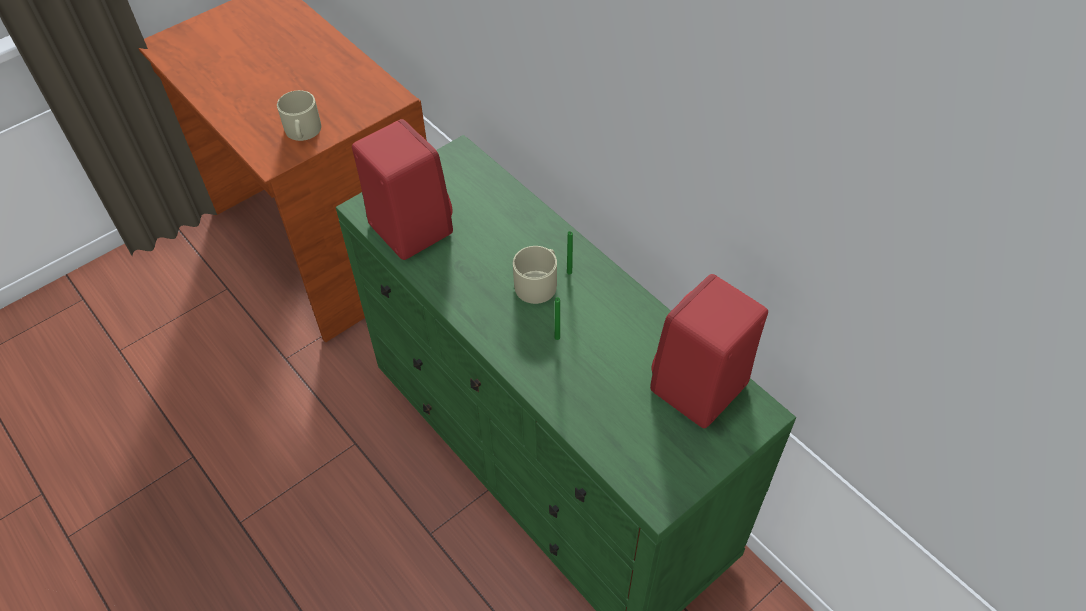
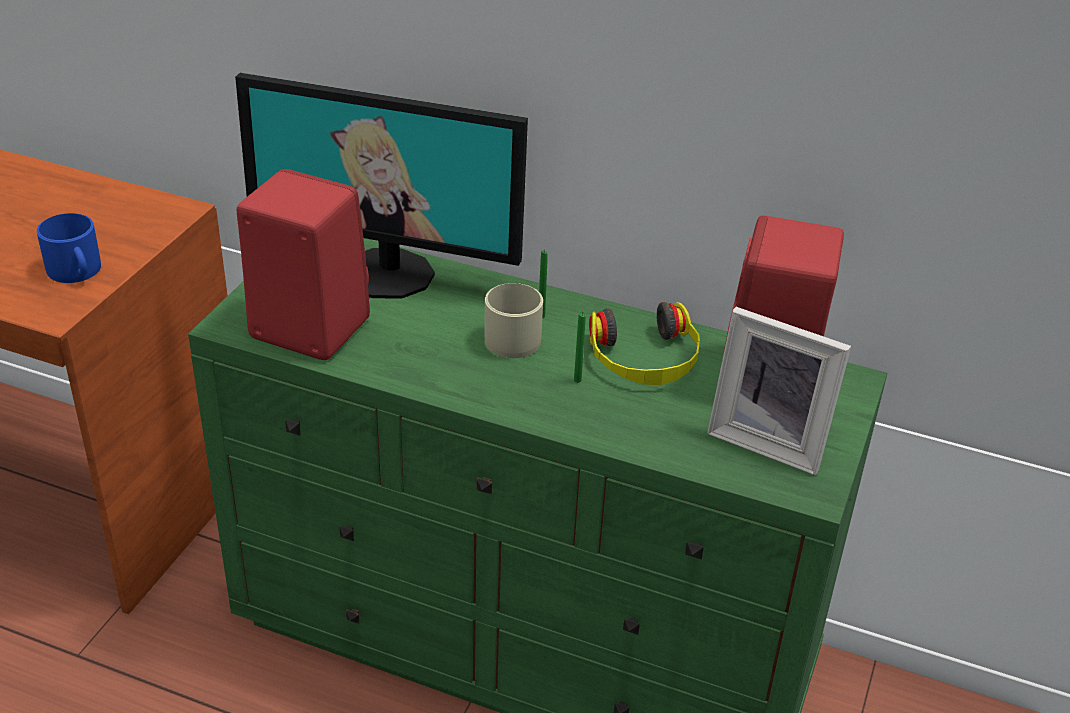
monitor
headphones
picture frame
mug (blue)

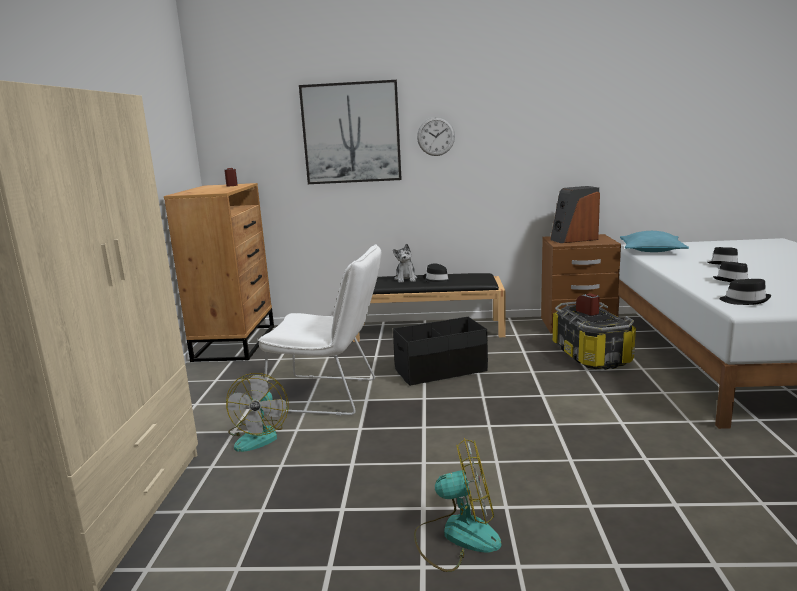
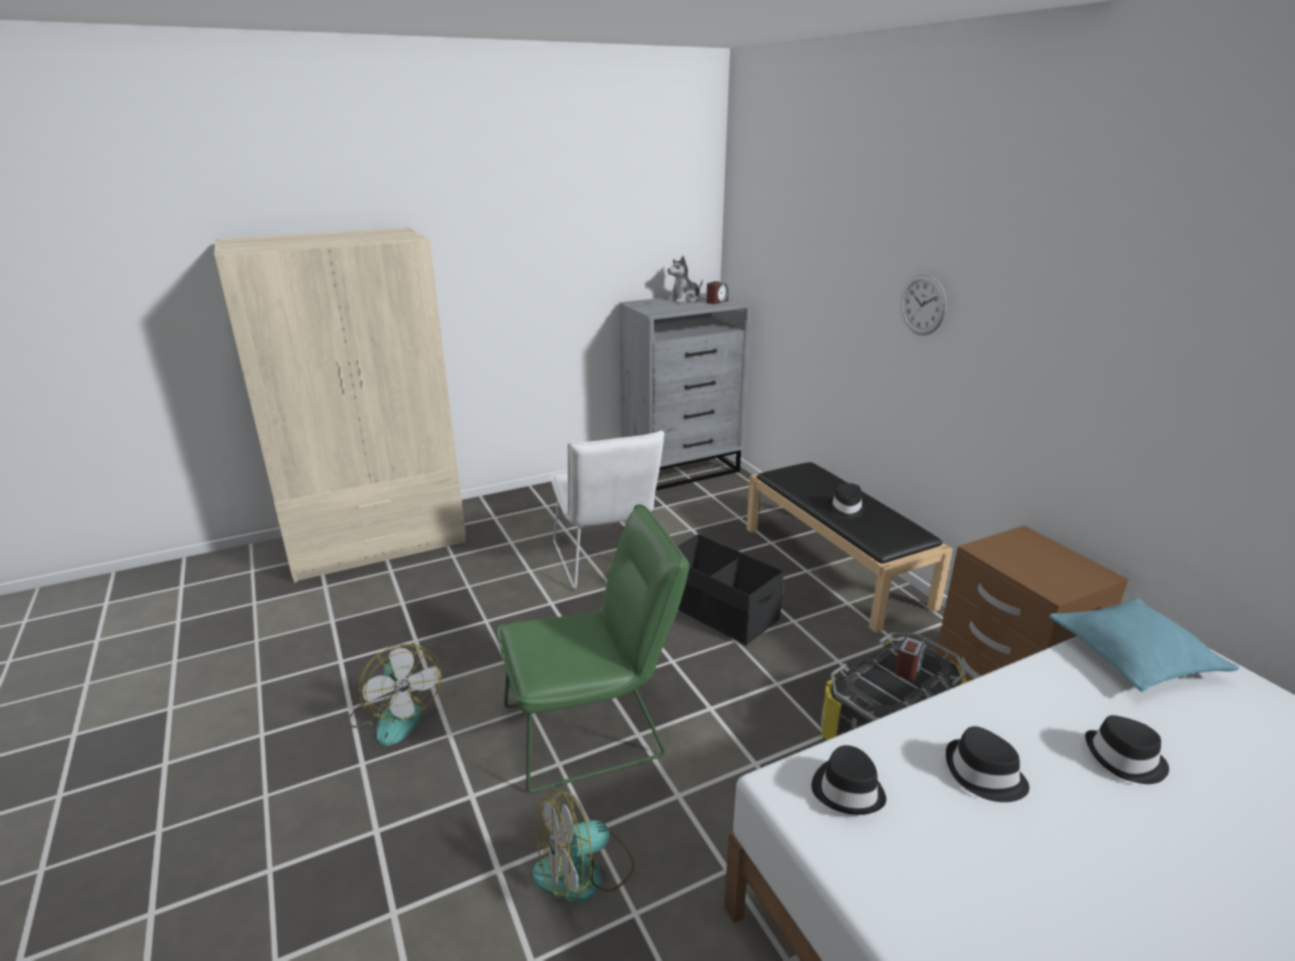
picture
speaker
chair (green)
fan (no. 2 from left)
plush toy
dresser (grey)

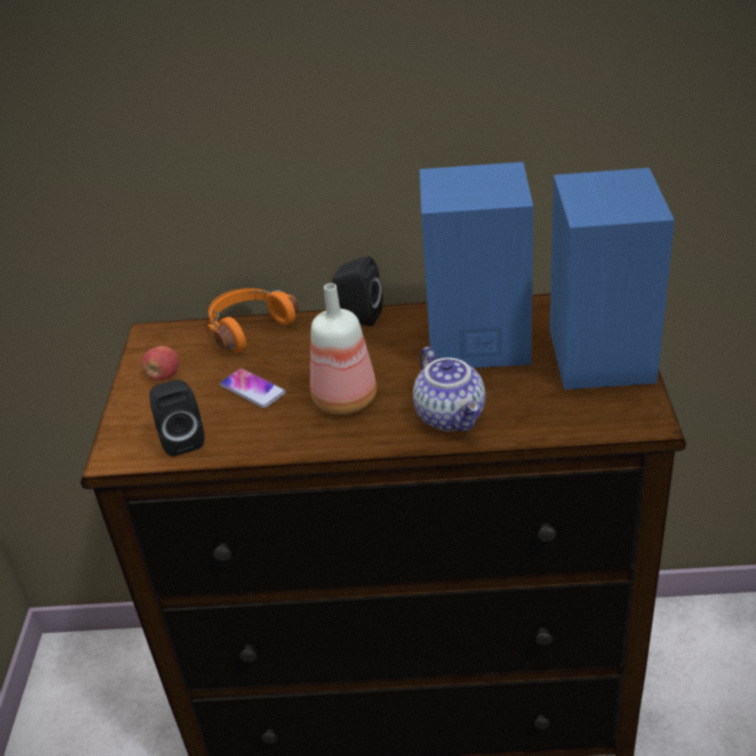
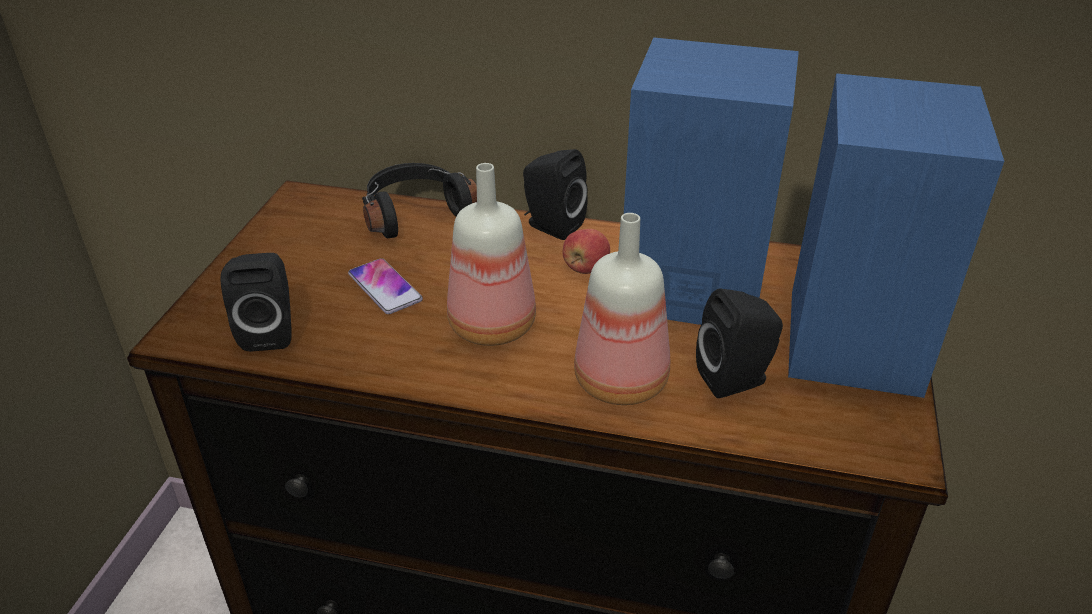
speaker (black) (no. 3 from left)
apple
bottle (no. 2 from left)
headphones (black)

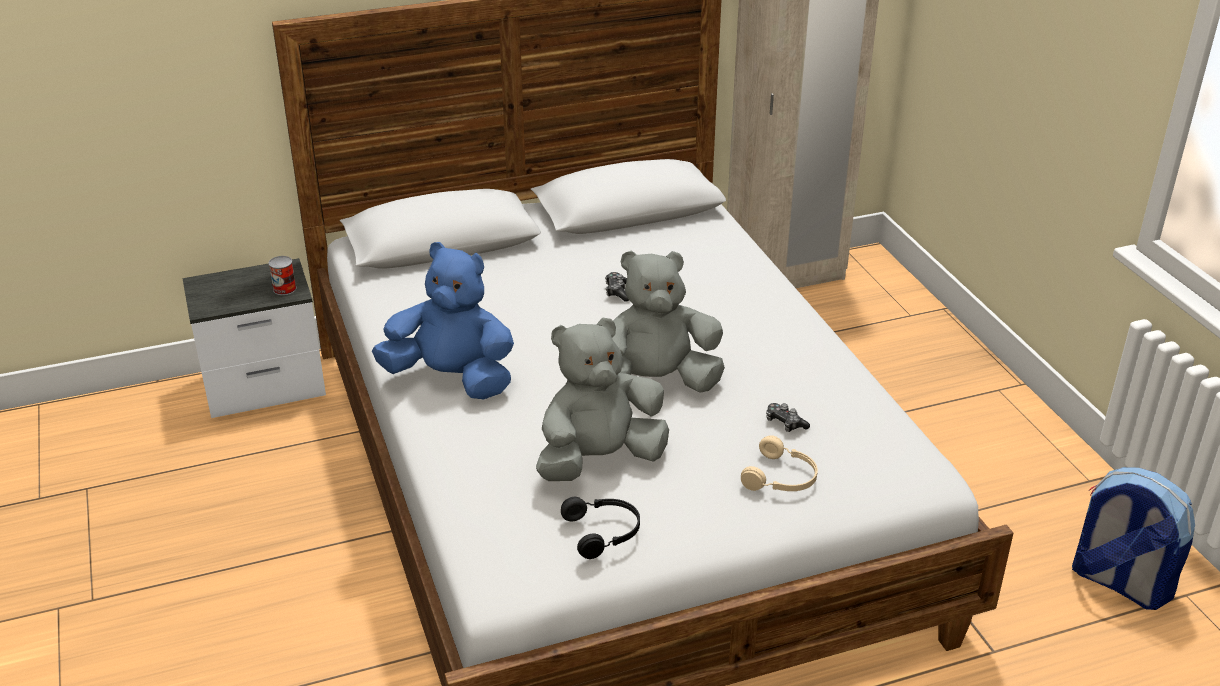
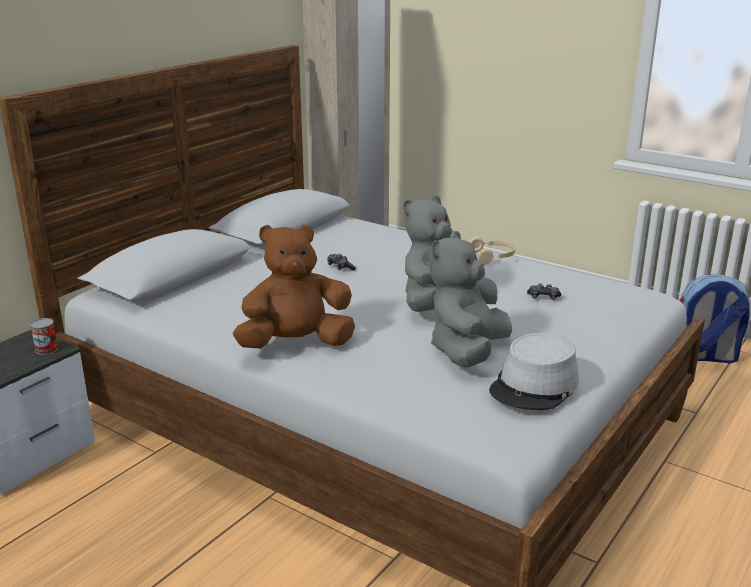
headphones (beige)
hat (grey)
plush toy (brown)

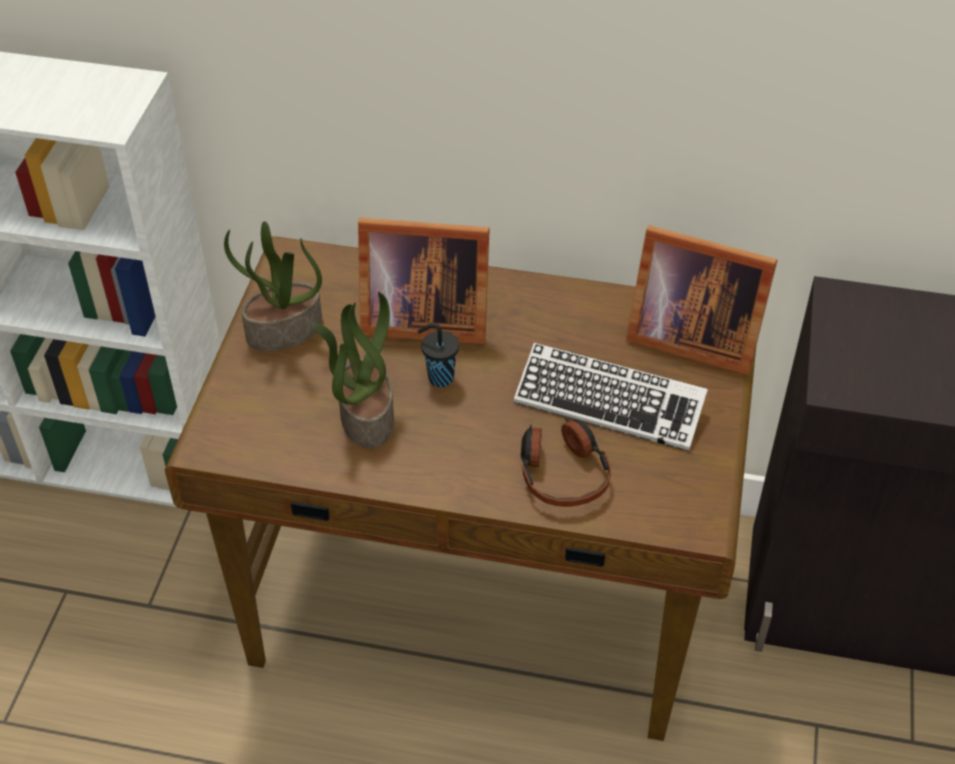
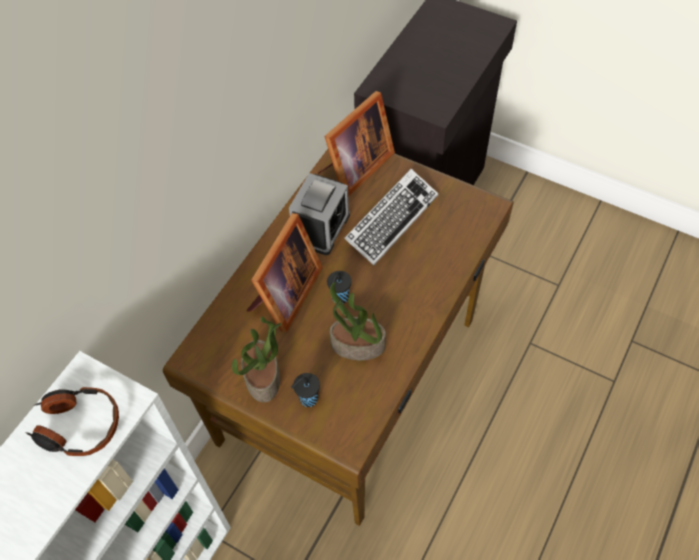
alarm clock
cup (black) (no. 1 from left)
headphones

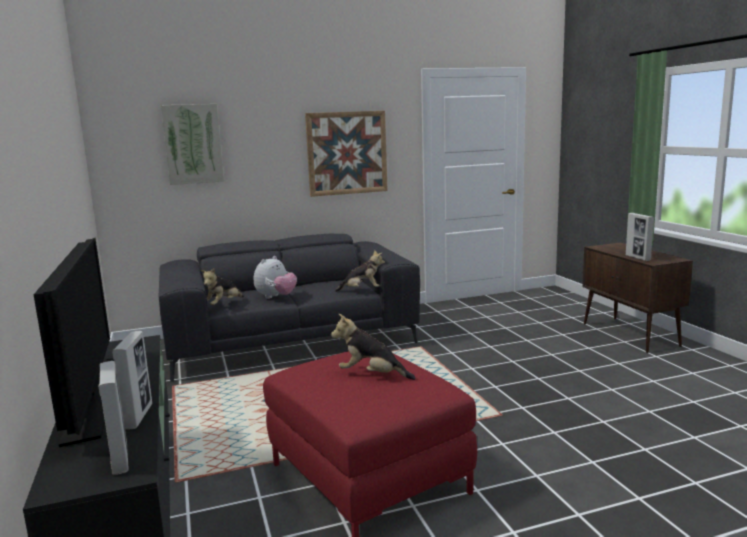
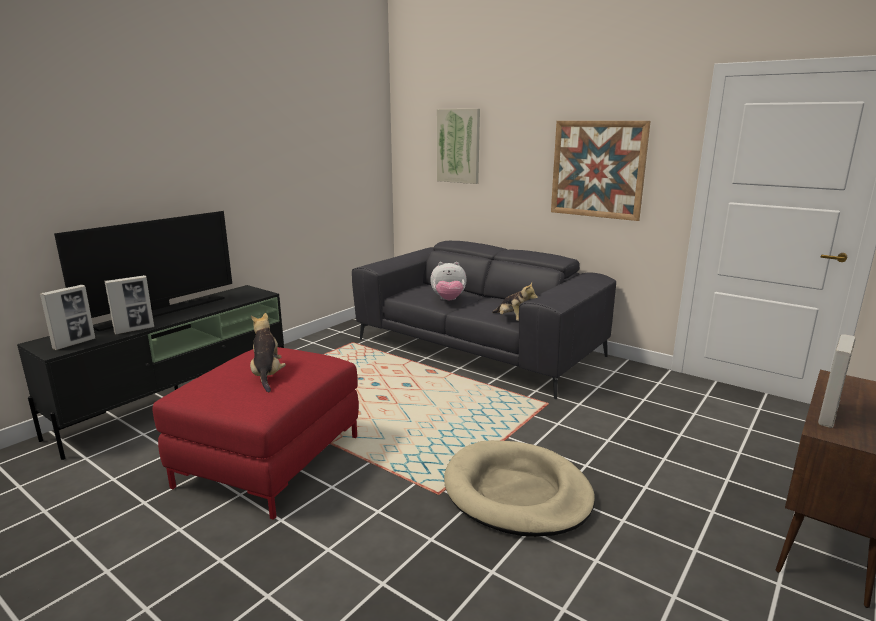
plush toy (no. 1 from left in the first image)
dog bed (beige)

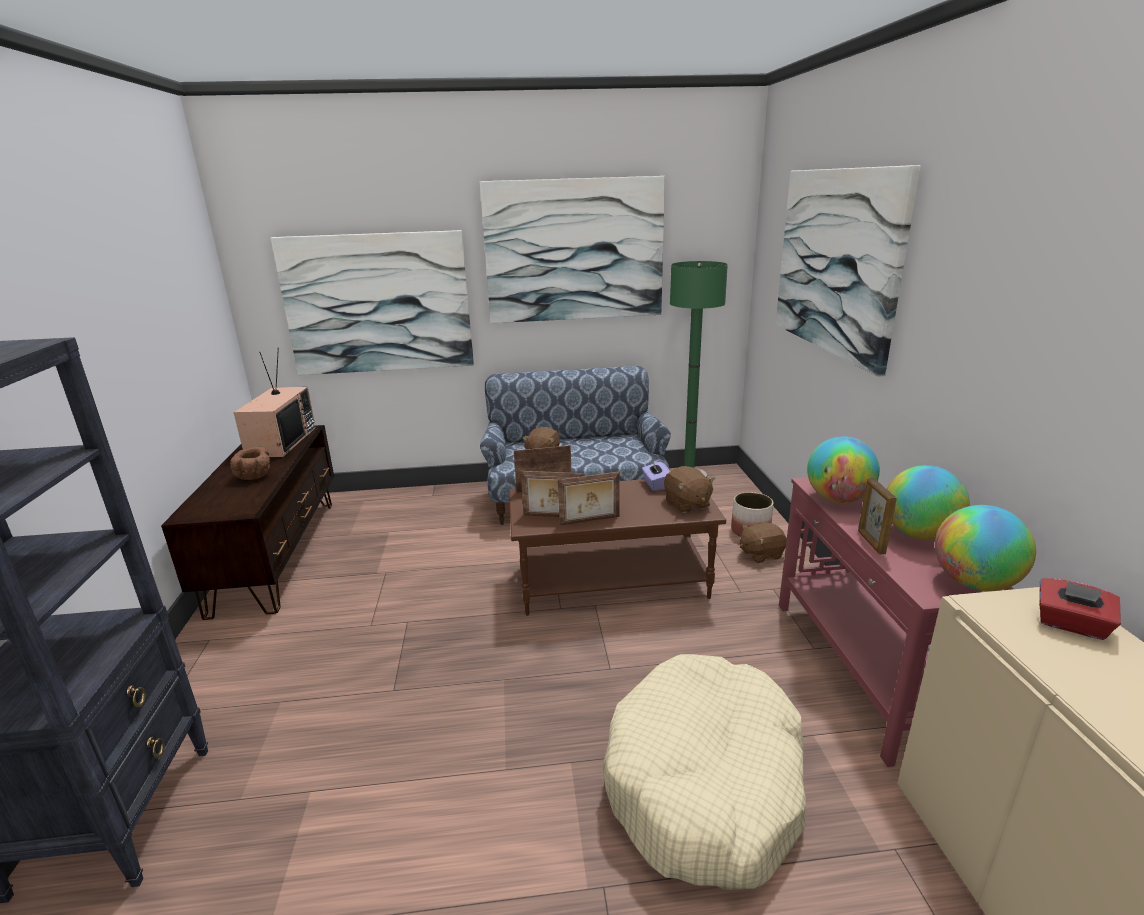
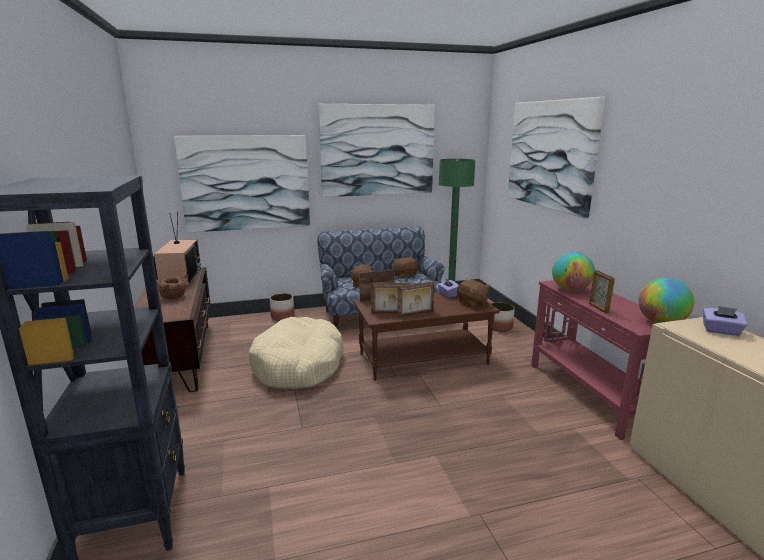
globe (no. 2 from left in the first image)
planter (no. 1 from left)
dog bed (beige)
plush toy (brown) (no. 2 from left)
tissue box (purple) (no. 2 from left)

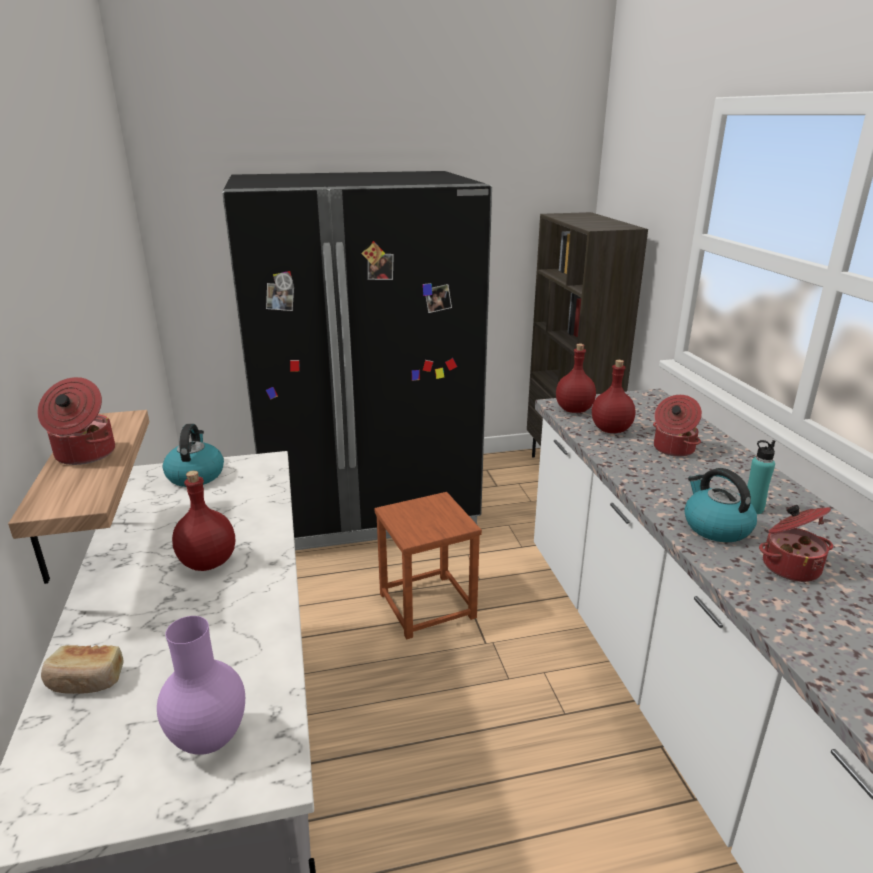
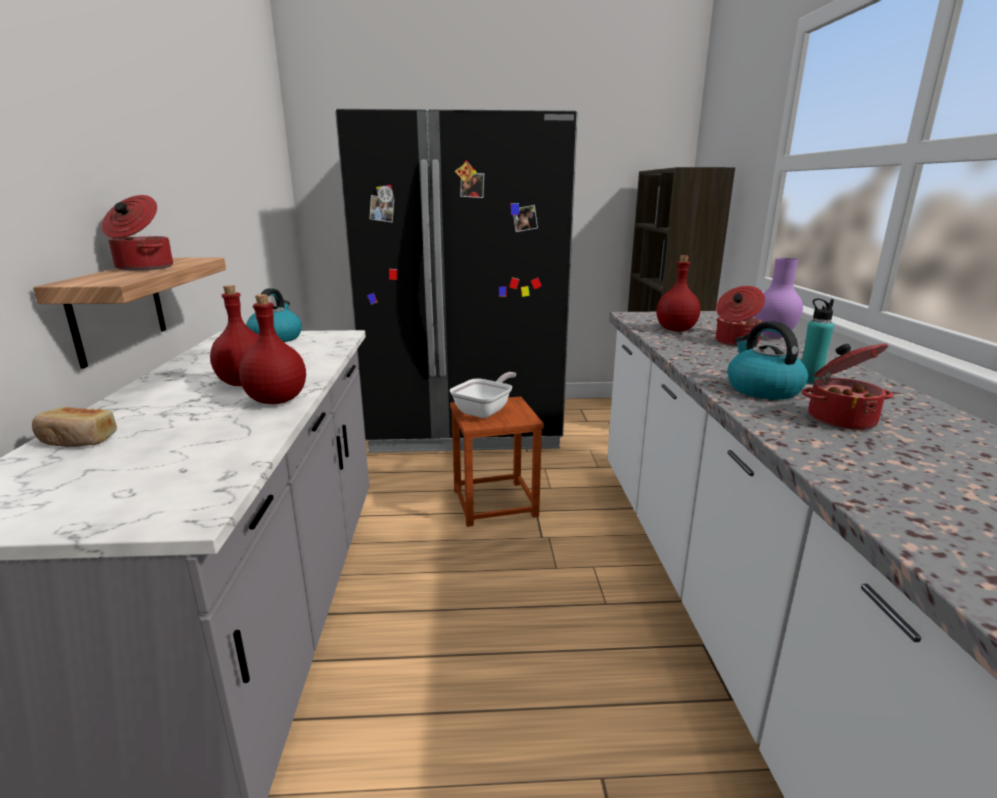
frying pan
vase (purple)
bottle (red) (no. 2 from left)

